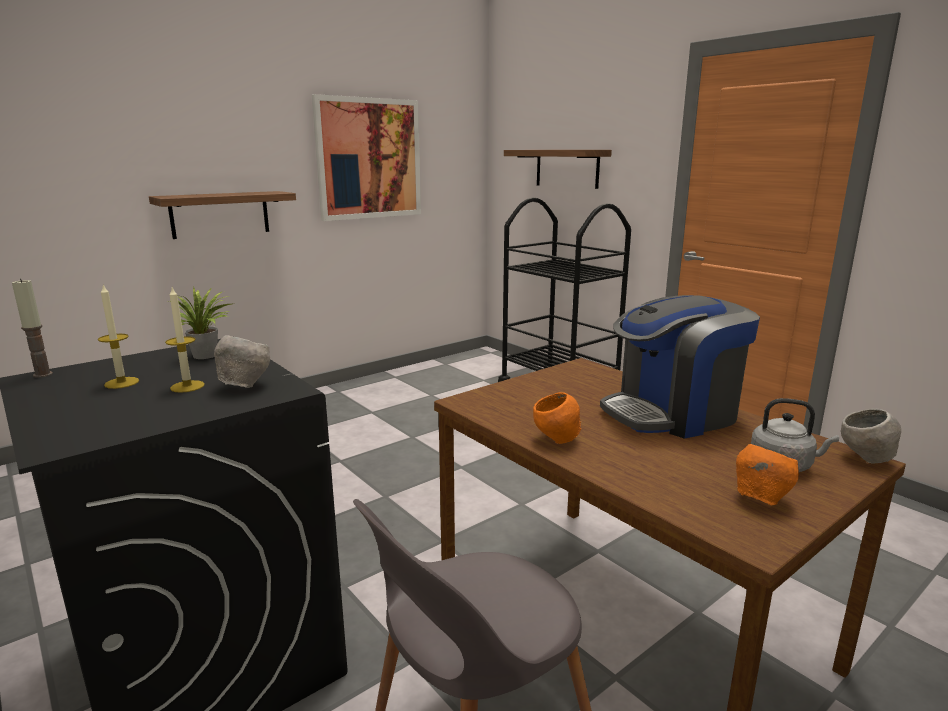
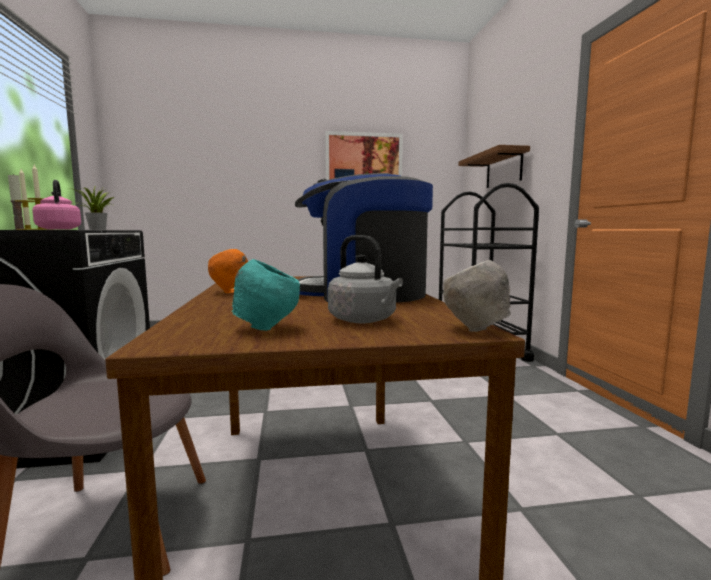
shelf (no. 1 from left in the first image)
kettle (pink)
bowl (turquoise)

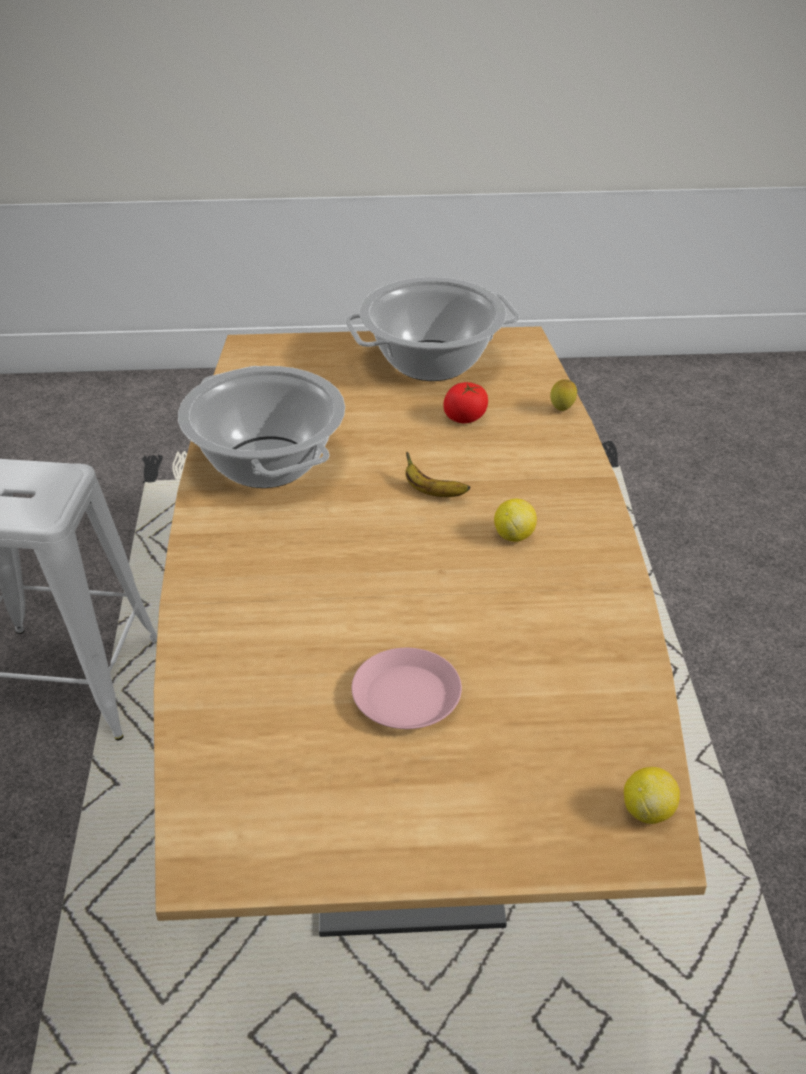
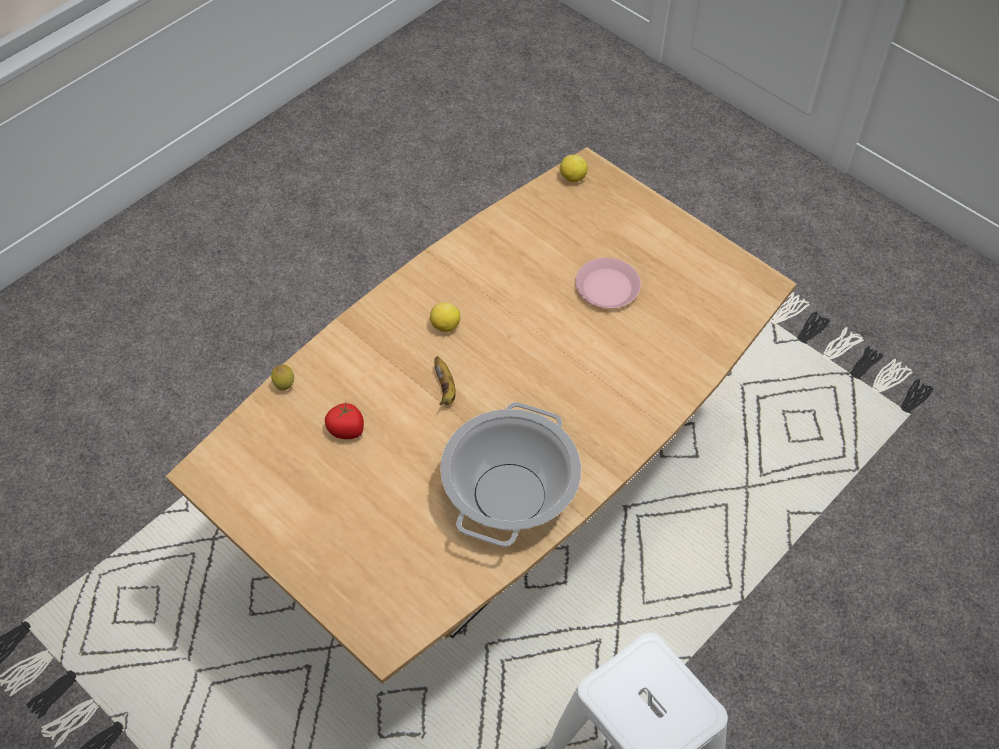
cooking pot (no. 2 from left in the first image)

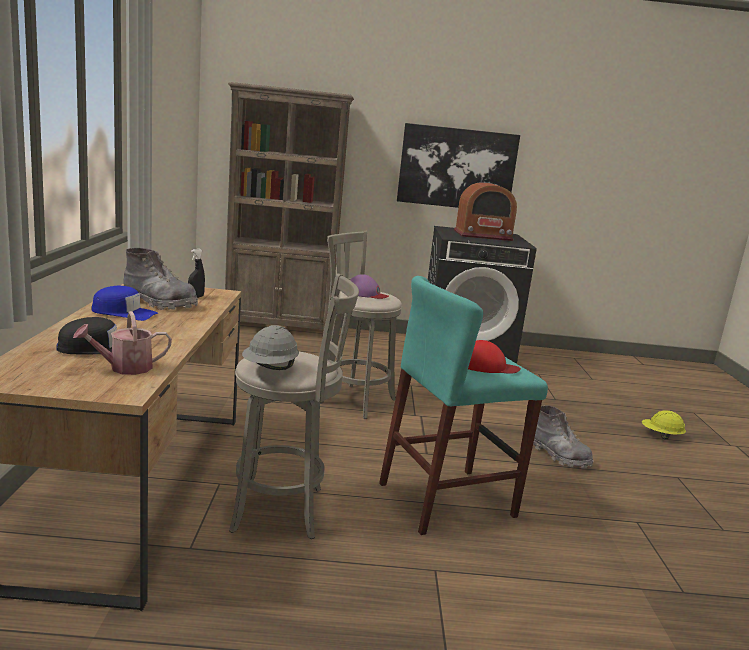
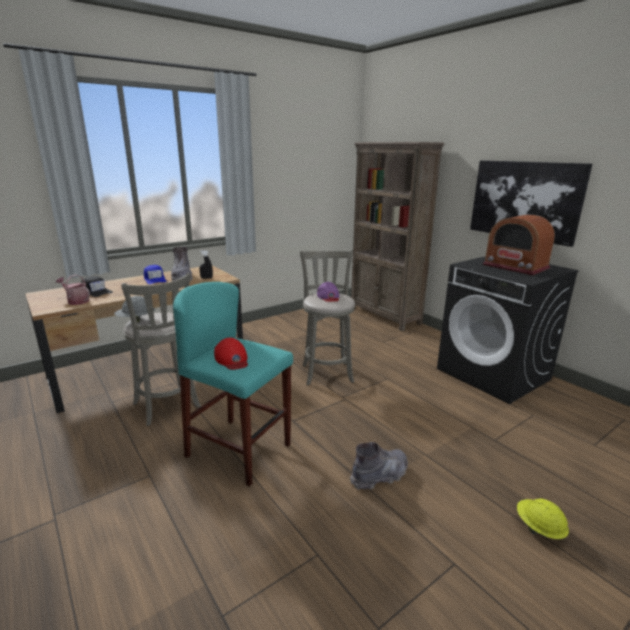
boot (grey) (no. 2 from left)

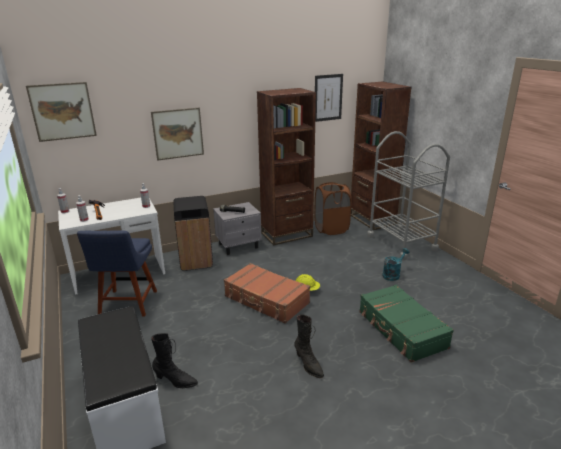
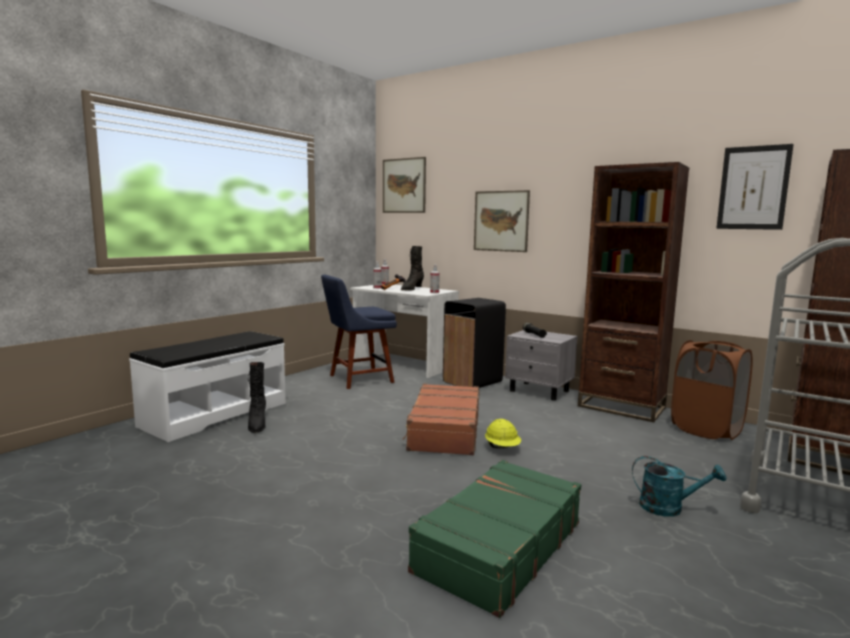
boot (black) (no. 2 from left)

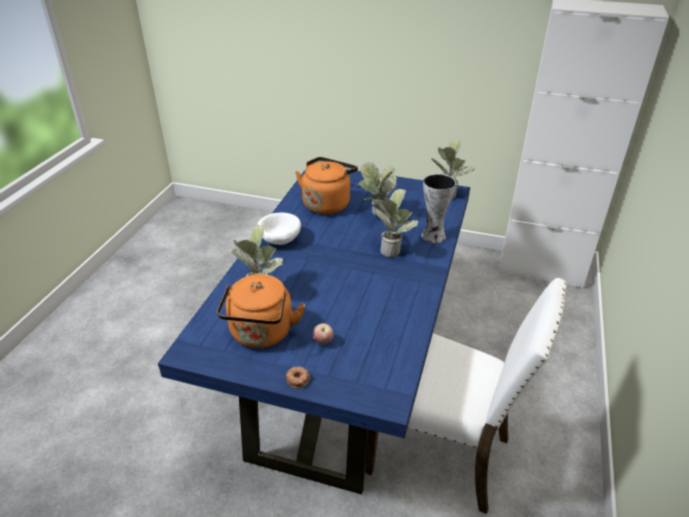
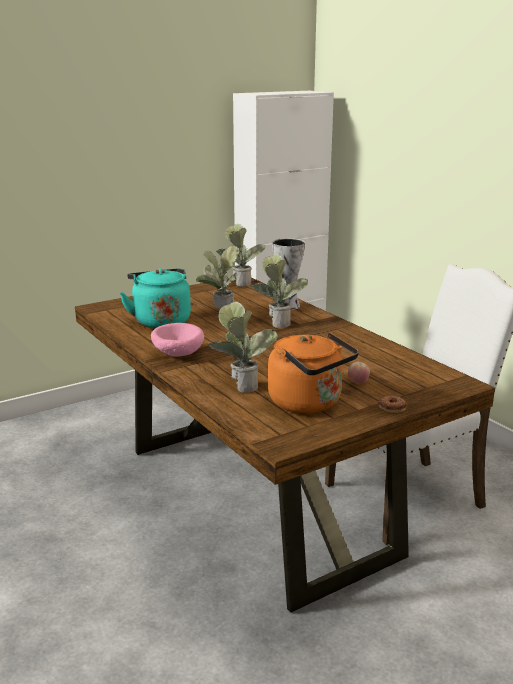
dining table (brown)
bowl (pink)
kettle (turquoise)

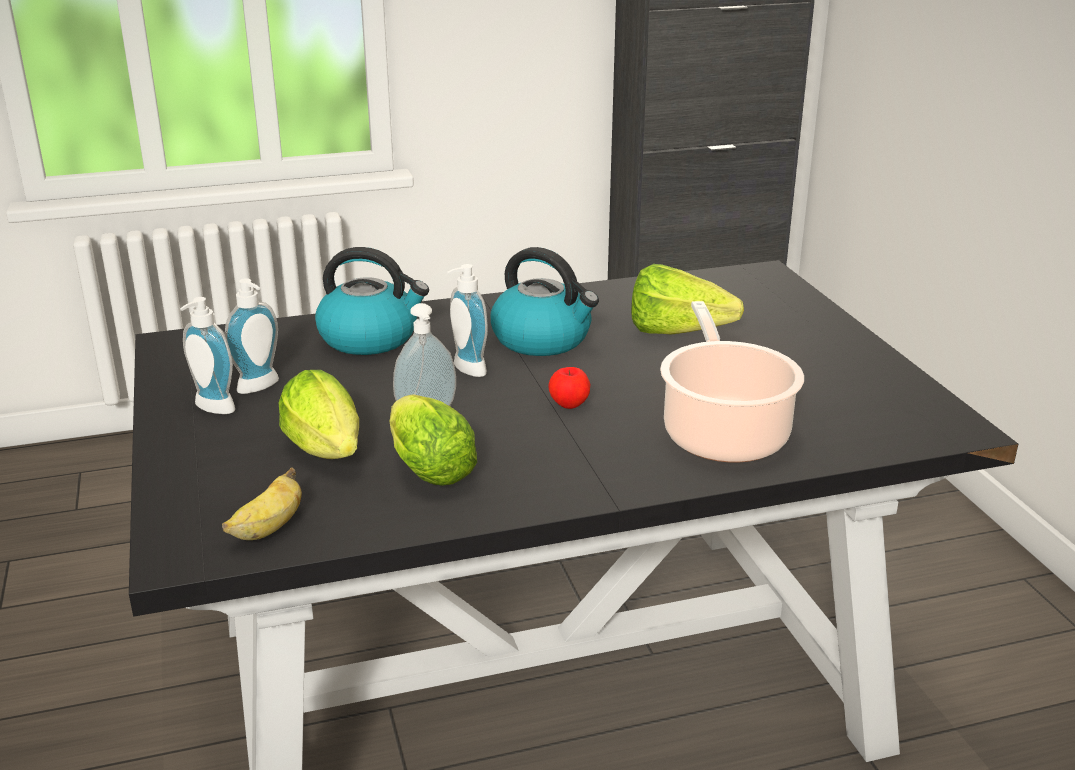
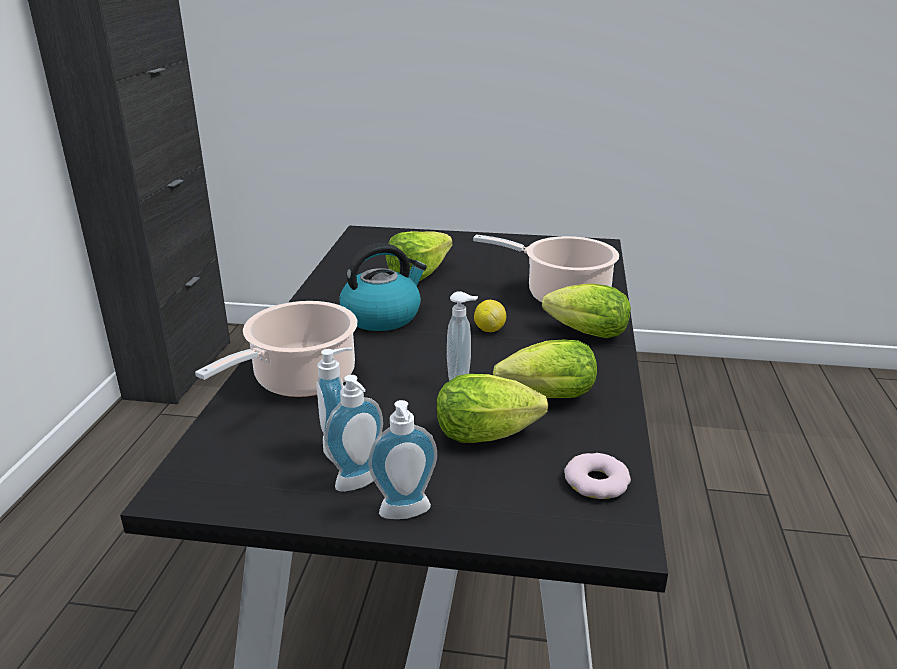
lettuce (no. 4 from left)
soap dispenser (no. 3 from left)
donut
cooking pot (no. 1 from left)
lemon

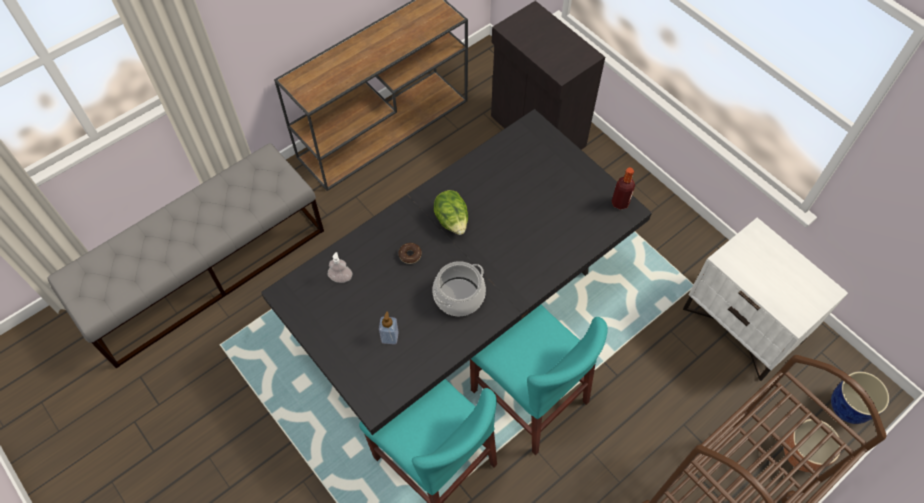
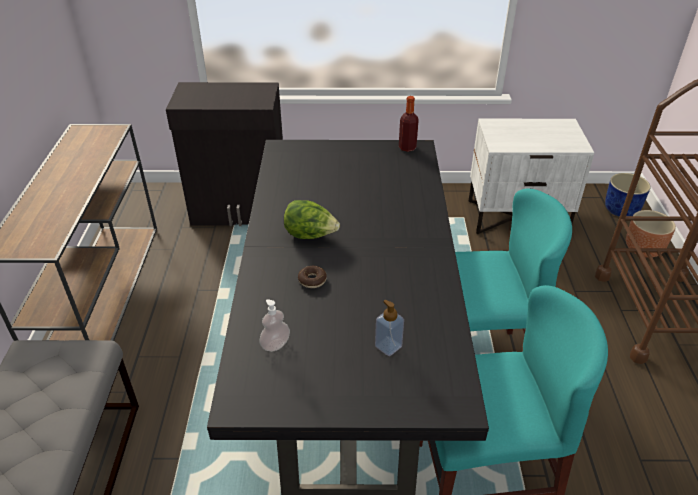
cooking pot

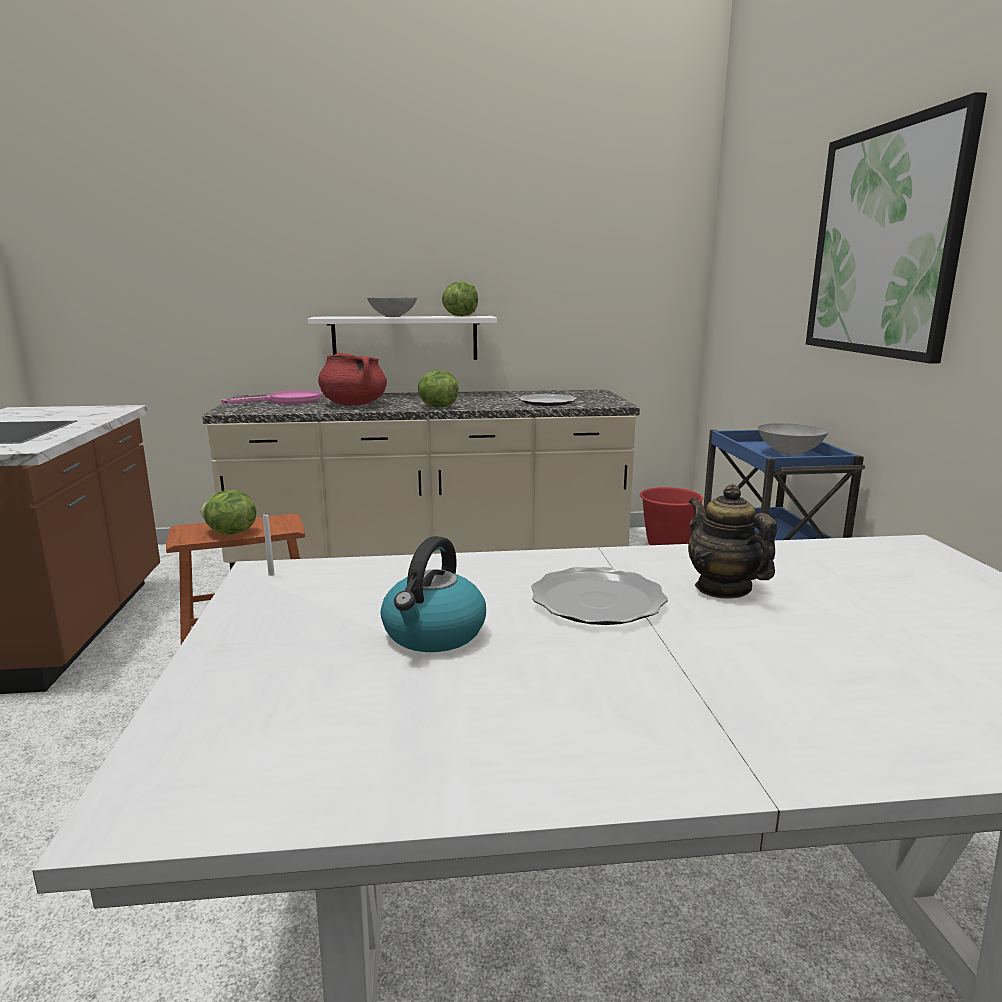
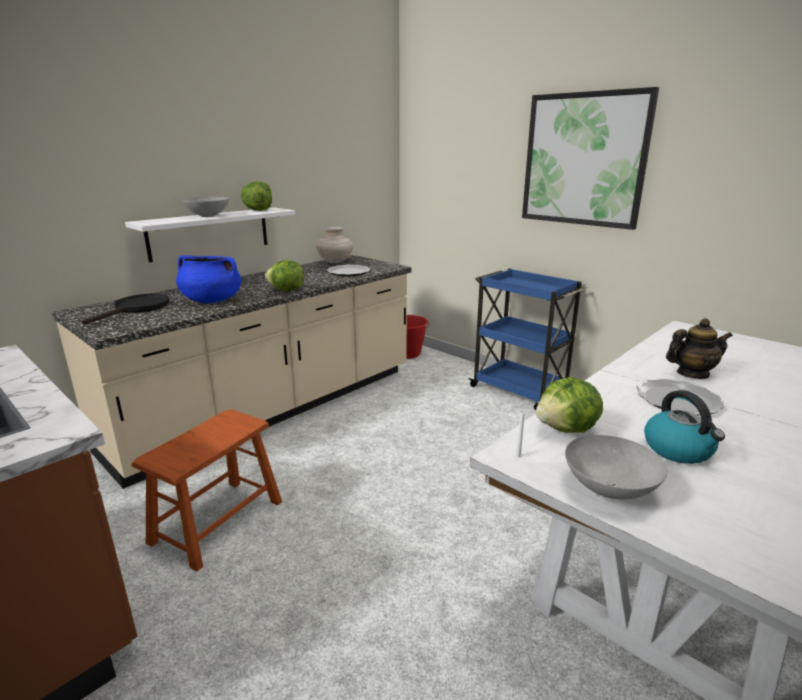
vase (beige)
lettuce (no. 3 from left)
bowl (grey) (no. 2 from left)
frying pan (black)
cooking pot (blue)
teapot

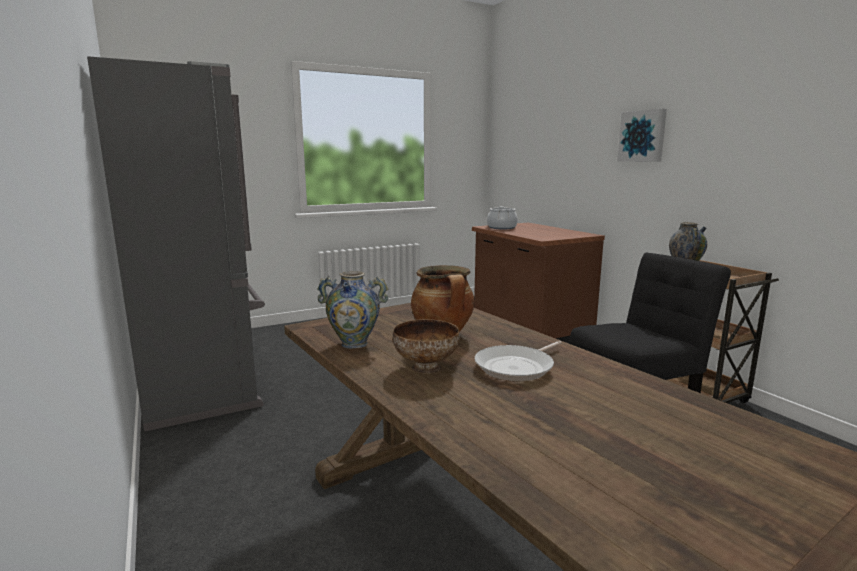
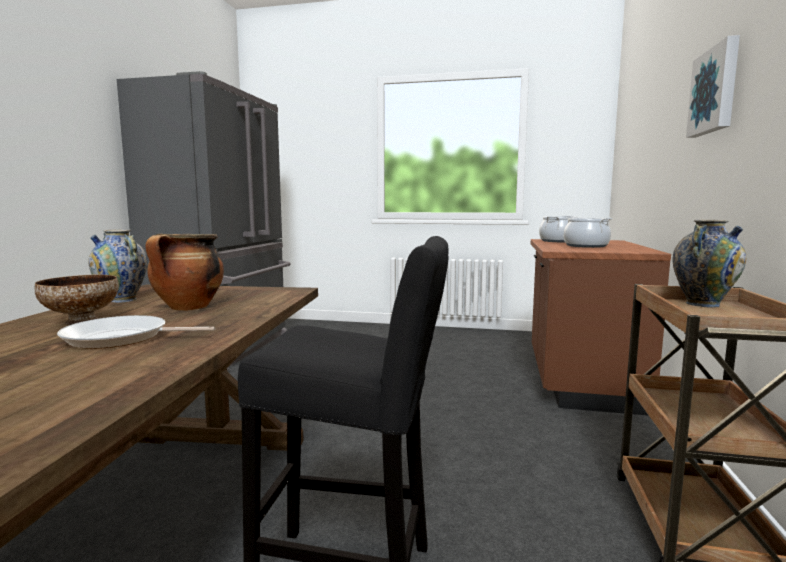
cooking pot (no. 3 from left)

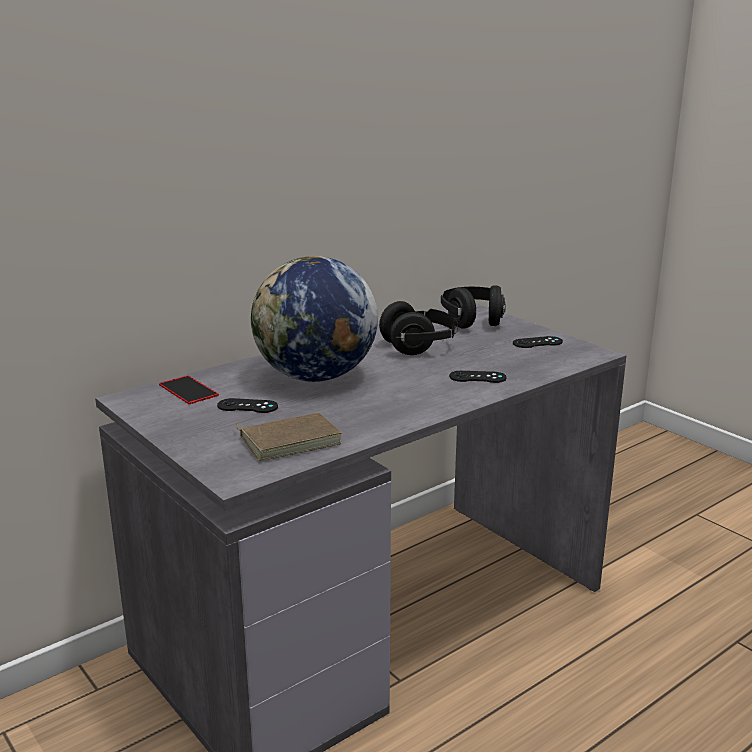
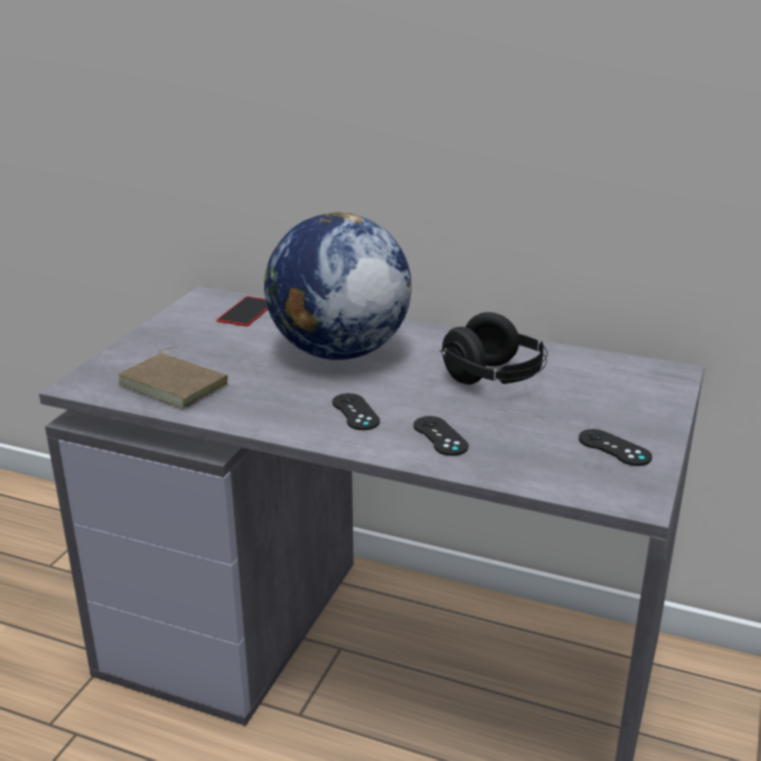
headphones (black) (no. 2 from left in the first image)
game controller (black) (no. 1 from left)

